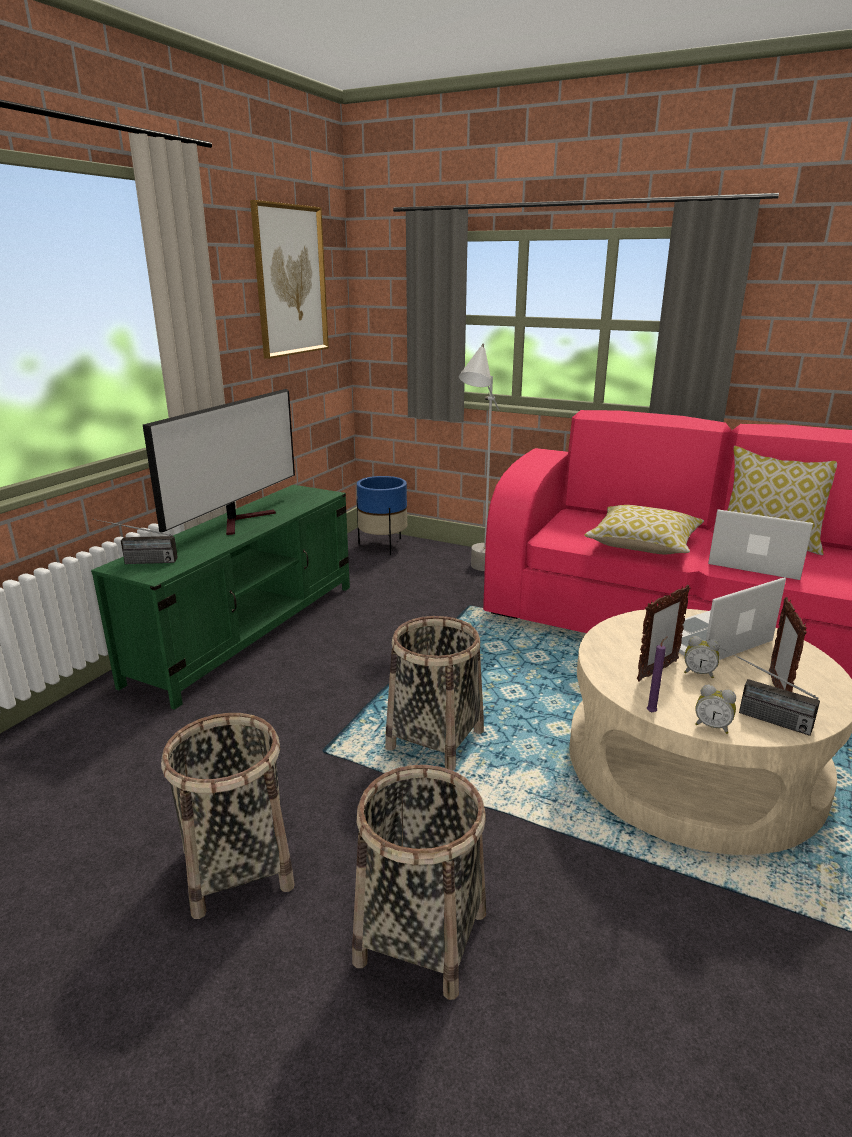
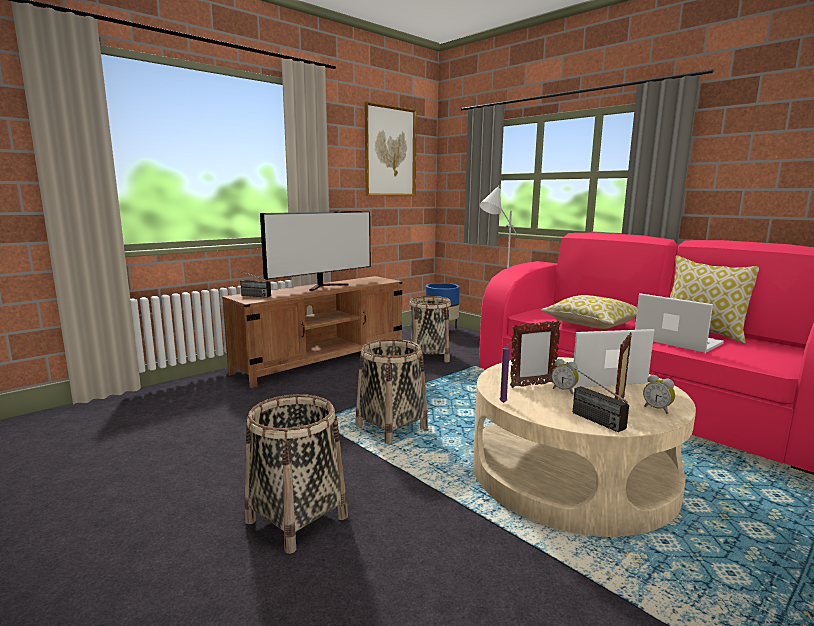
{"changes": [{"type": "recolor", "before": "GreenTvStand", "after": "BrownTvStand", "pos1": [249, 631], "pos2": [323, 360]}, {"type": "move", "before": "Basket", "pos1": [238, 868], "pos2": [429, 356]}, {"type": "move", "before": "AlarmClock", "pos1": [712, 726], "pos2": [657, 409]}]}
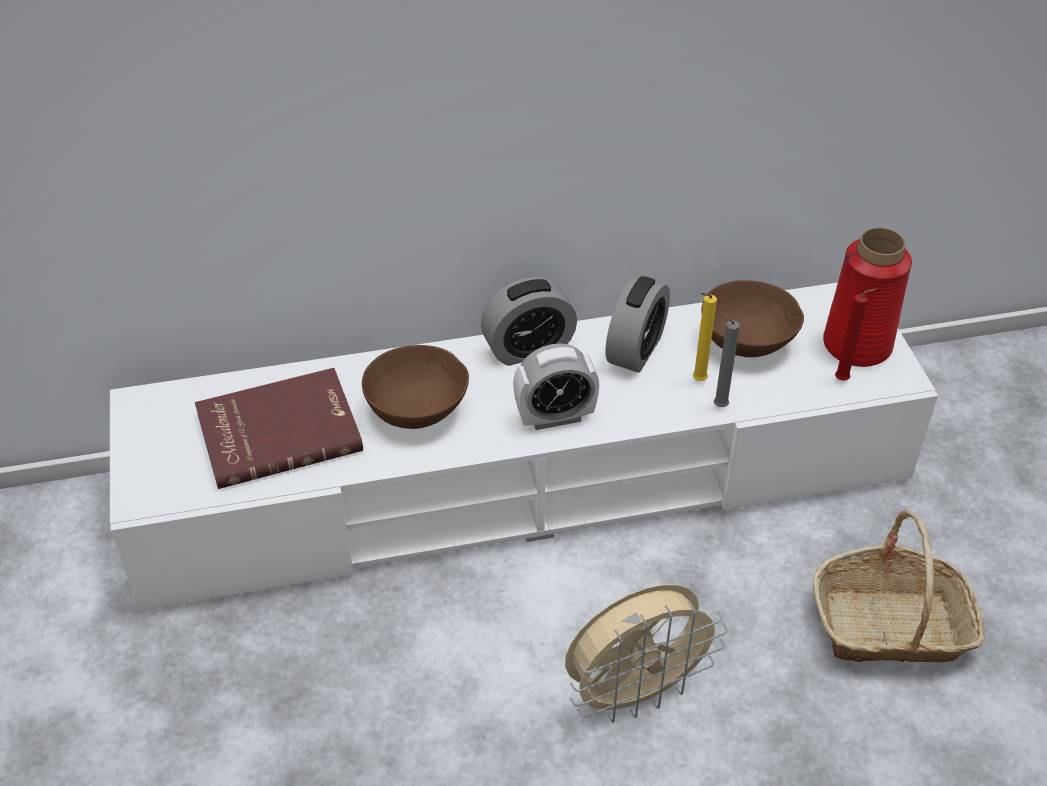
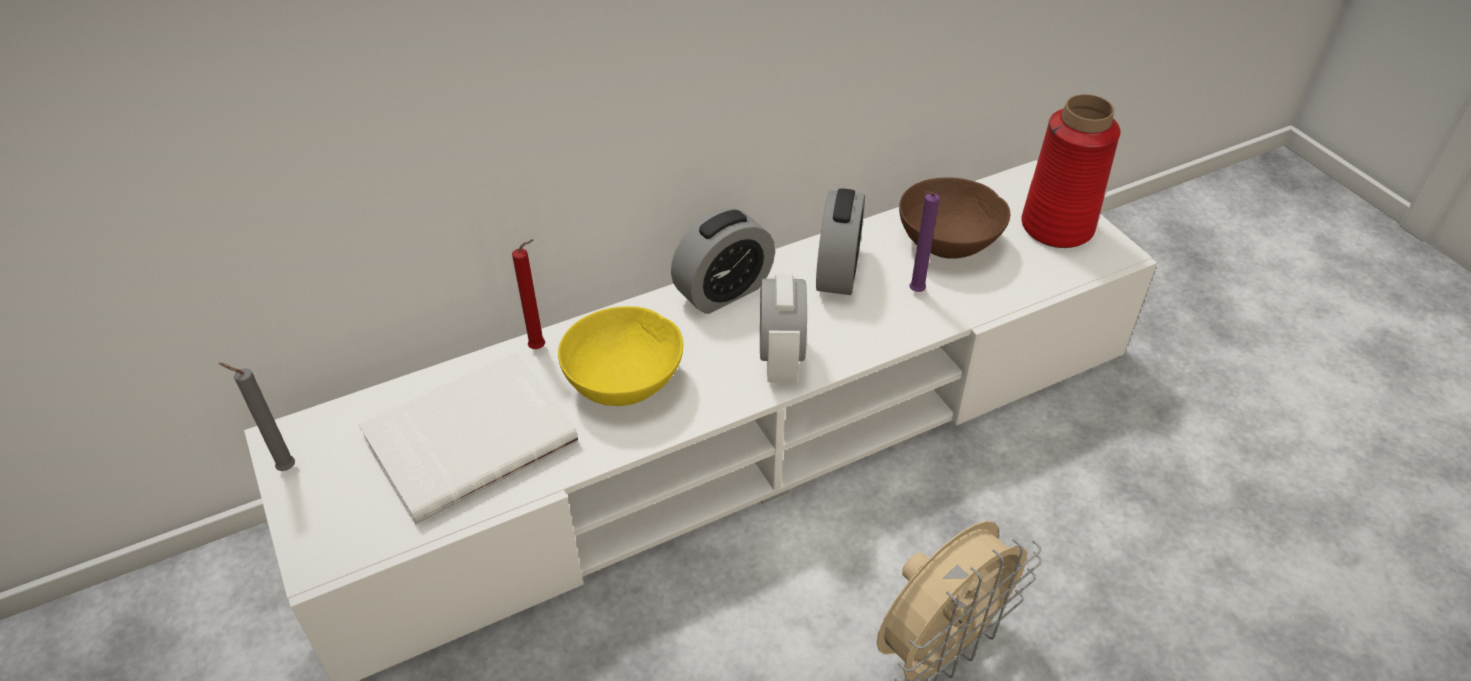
{"changes": [{"type": "recolor", "before": "RedBook", "after": "WhiteBook", "pos1": [278, 430], "pos2": [469, 438]}, {"type": "recolor", "before": "BrownBowl", "after": "YellowBowl", "pos1": [417, 410], "pos2": [624, 382]}, {"type": "rotate", "before": "AlarmClock", "pos1": [555, 417], "pos2": [780, 360], "turn": -60}, {"type": "recolor", "before": "YellowCandle", "after": "PurpleCandle", "pos1": [697, 381], "pos2": [914, 293]}, {"type": "move", "before": "GreyCandle", "pos1": [718, 405], "pos2": [284, 468]}, {"type": "delete", "before": "Basket", "pos1": [890, 625]}, {"type": "move", "before": "RedCandle", "pos1": [844, 380], "pos2": [540, 348]}]}
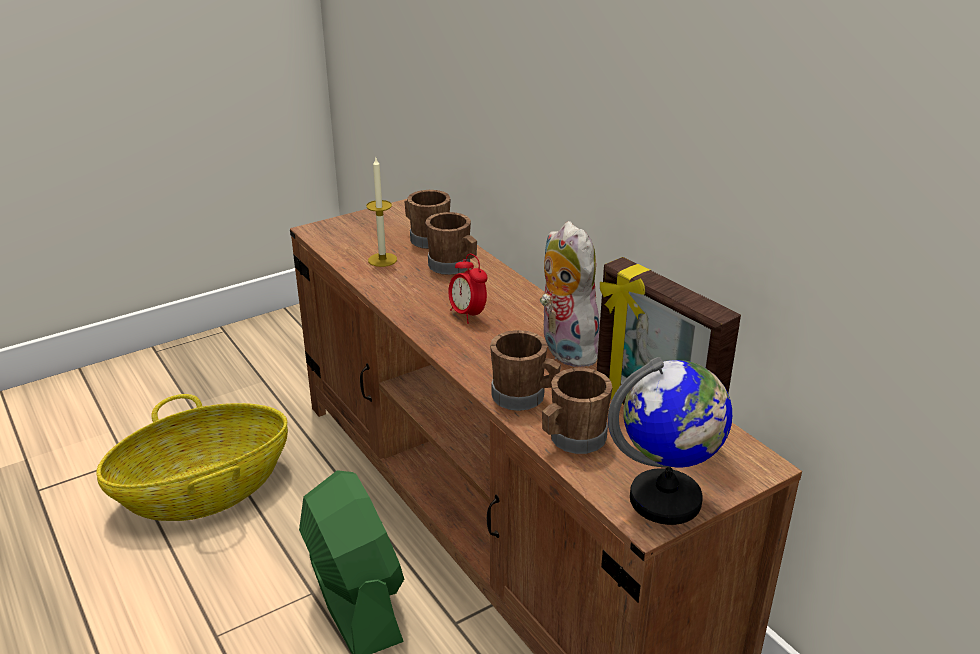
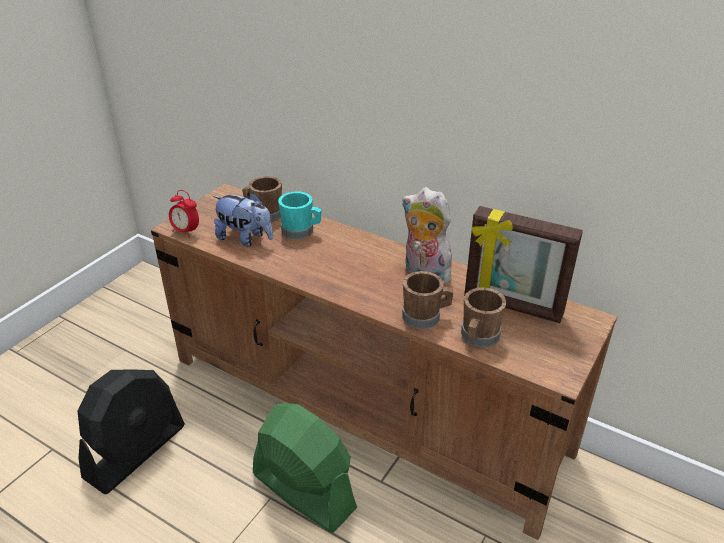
{"changes": [{"type": "replace", "before": "Basket", "after": "BlackFan", "pos1": [204, 490], "pos2": [136, 451]}, {"type": "replace", "before": "Candle", "after": "PlushToy", "pos1": [382, 260], "pos2": [245, 238]}, {"type": "recolor", "before": "BrownMug", "after": "TurquoiseMug", "pos1": [453, 267], "pos2": [301, 232]}, {"type": "move", "before": "AlarmClock", "pos1": [467, 315], "pos2": [186, 231]}, {"type": "delete", "before": "Globe", "pos1": [666, 500]}]}
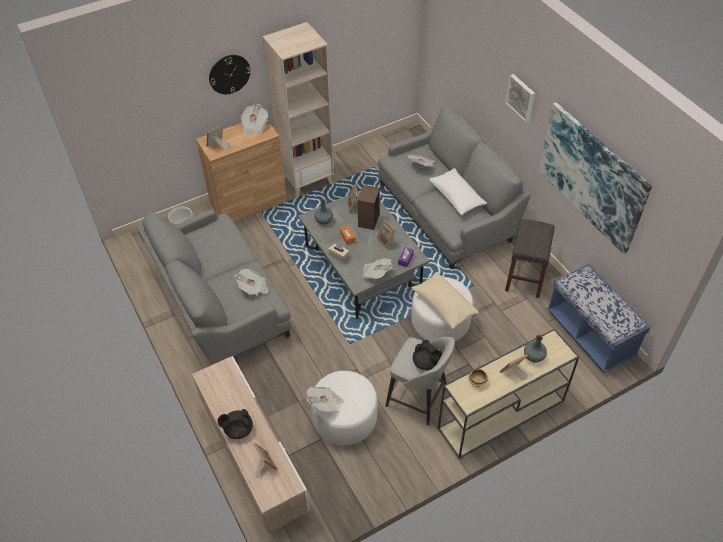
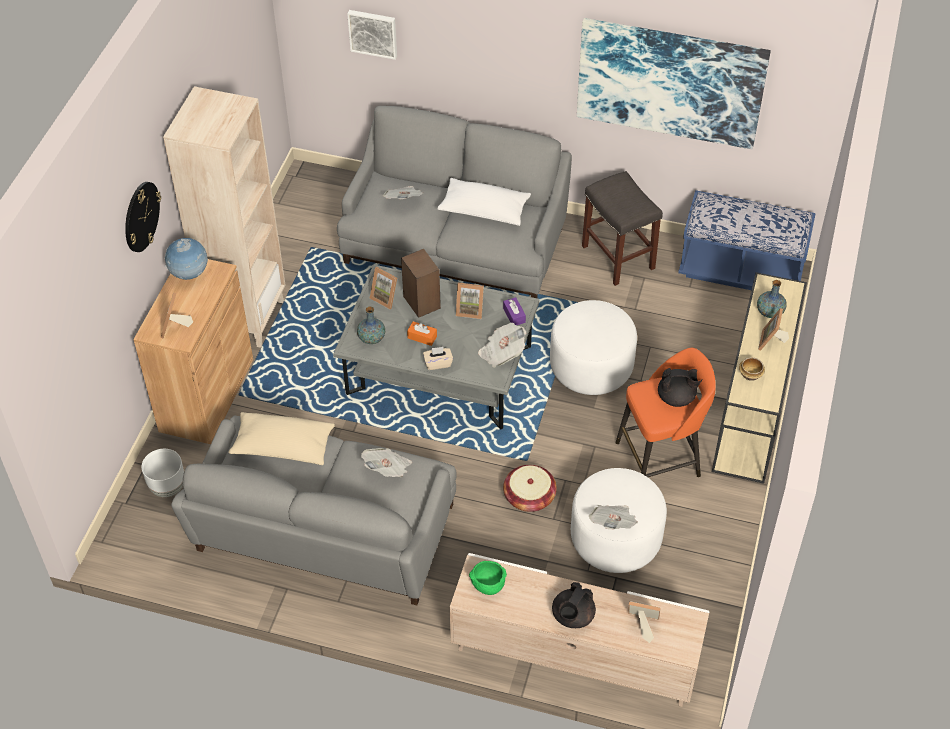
{"changes": [{"type": "replace", "before": "Newspaper", "after": "Globe", "pos1": [254, 126], "pos2": [189, 274]}, {"type": "recolor", "before": "GreyStool", "after": "OrangeStool", "pos1": [418, 398], "pos2": [660, 458]}, {"type": "move", "before": "BeigePillow", "pos1": [444, 305], "pos2": [283, 447]}, {"type": "move", "before": "Picture", "pos1": [521, 97], "pos2": [373, 33]}, {"type": "insert", "after": "GreenBowl", "pos2": [487, 586]}, {"type": "insert", "after": "Basket", "pos2": [529, 497]}]}
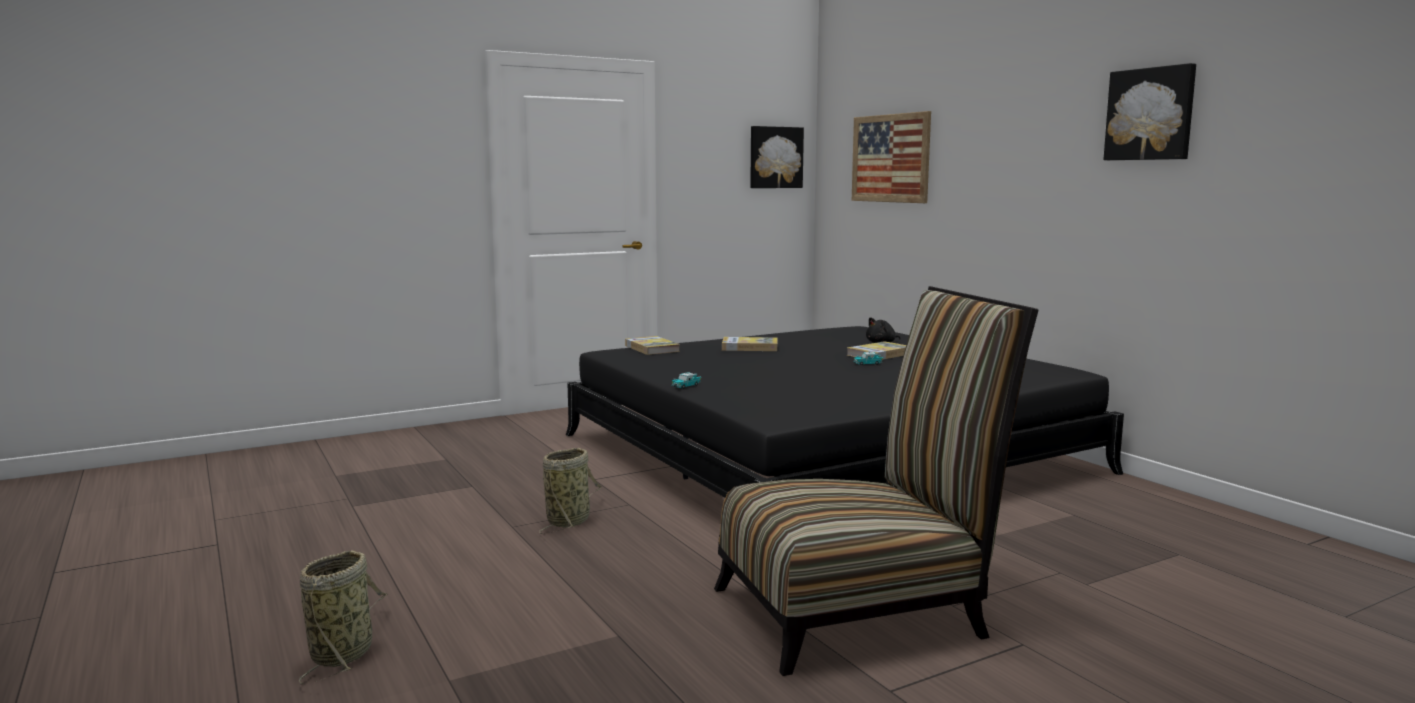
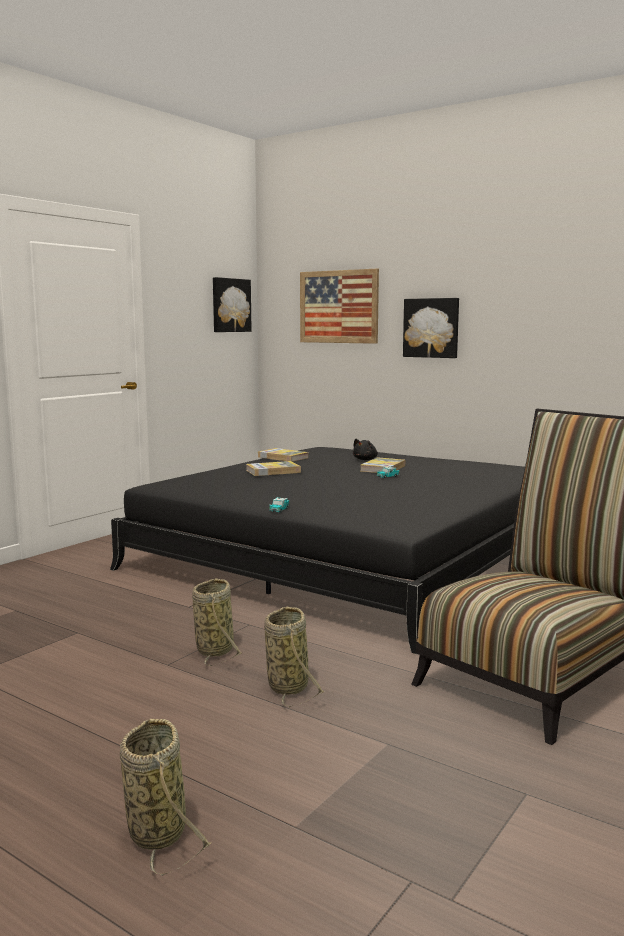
{"changes": [{"type": "move", "before": "Book", "pos1": [652, 348], "pos2": [283, 457]}, {"type": "move", "before": "Picture", "pos1": [1150, 114], "pos2": [431, 328]}, {"type": "insert", "after": "Basket", "pos2": [287, 685]}]}
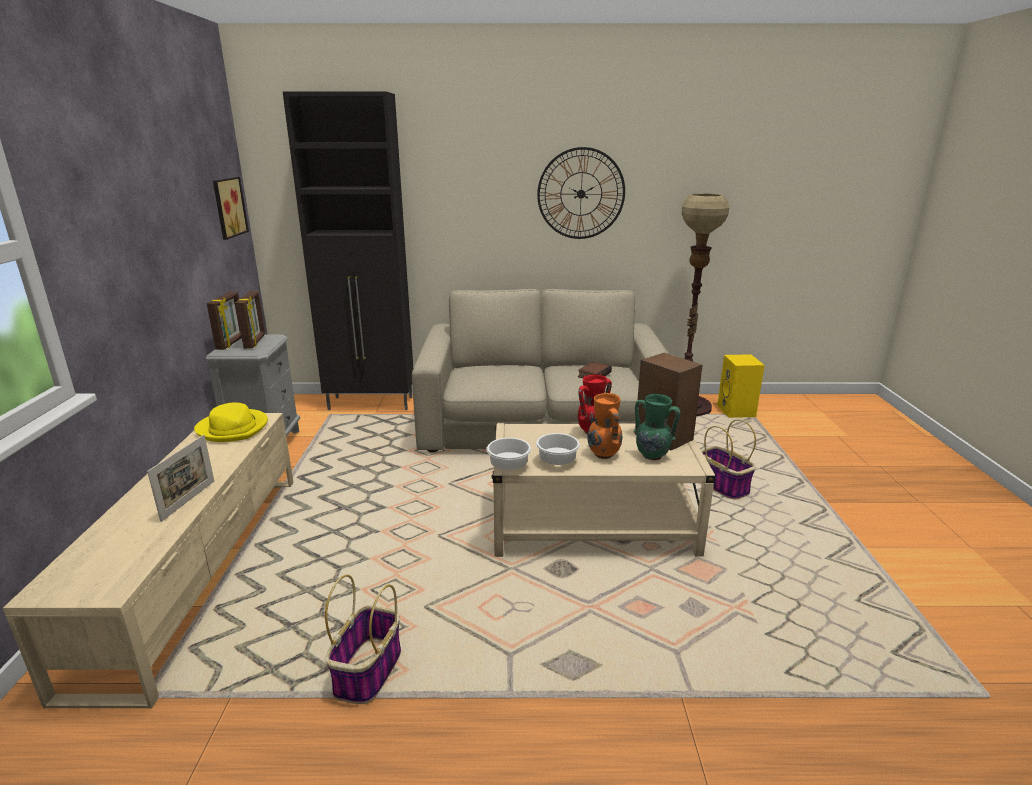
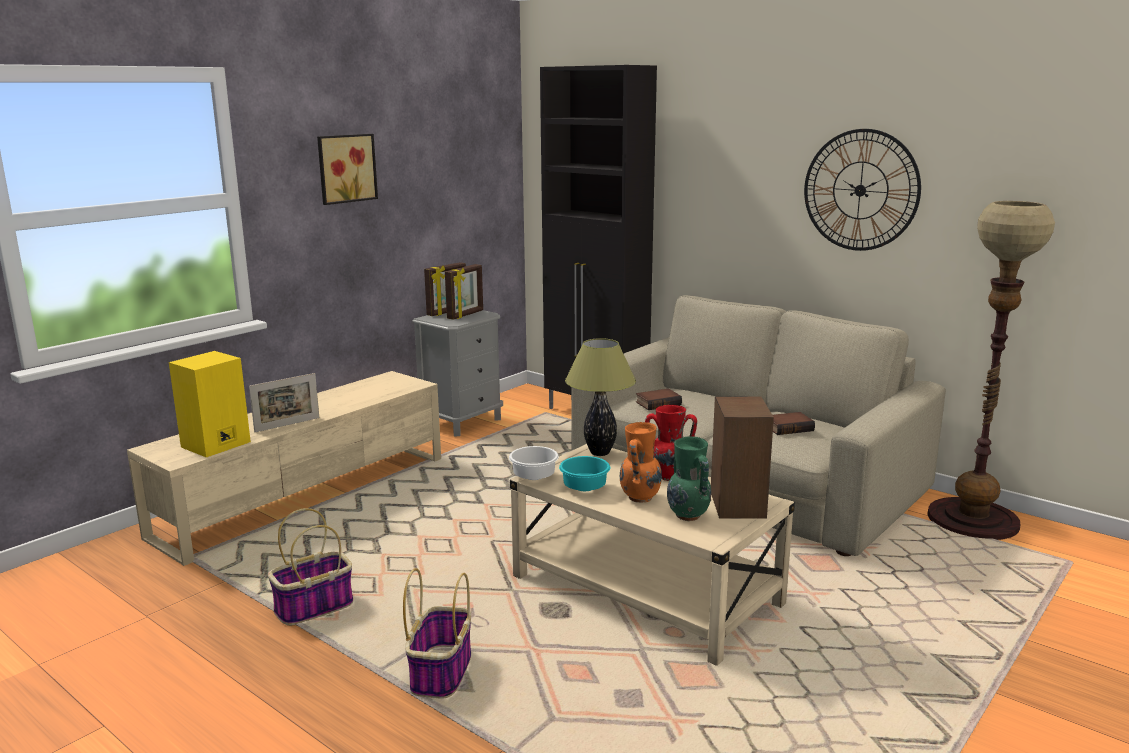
{"changes": [{"type": "delete", "before": "YellowHat", "pos1": [233, 428]}, {"type": "move", "before": "Picture", "pos1": [227, 207], "pos2": [345, 168]}, {"type": "recolor", "before": "WhiteBowl", "after": "TurquoiseBowl", "pos1": [556, 461], "pos2": [583, 487]}, {"type": "move", "before": "Basket", "pos1": [721, 486], "pos2": [441, 672]}, {"type": "move", "before": "YellowSpeaker", "pos1": [737, 412], "pos2": [215, 445]}, {"type": "insert", "after": "TableLamp", "pos2": [600, 453]}, {"type": "insert", "after": "Book", "pos2": [658, 403]}]}
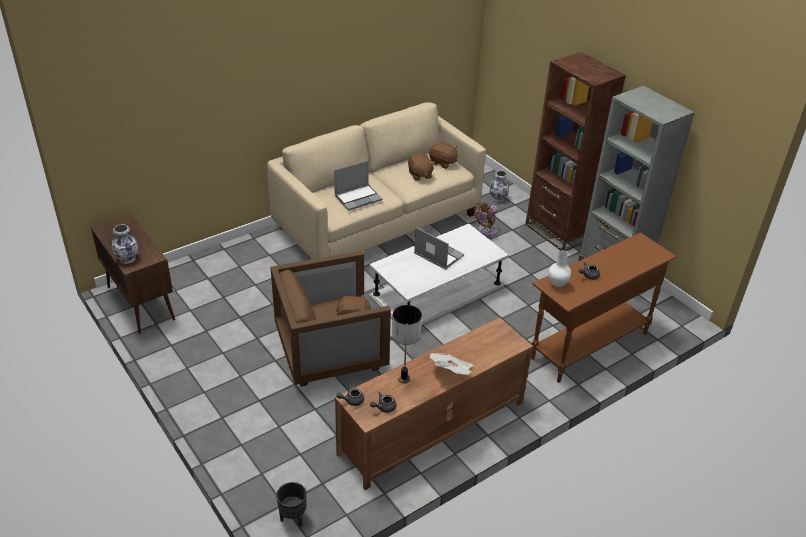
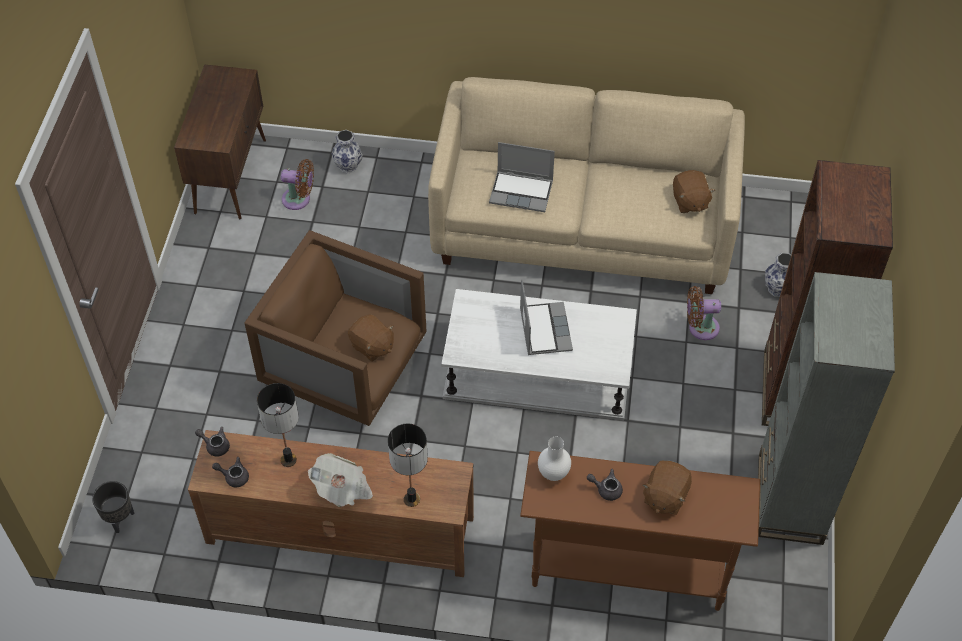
{"changes": [{"type": "move", "before": "Vase", "pos1": [127, 259], "pos2": [347, 166]}, {"type": "move", "before": "BrownPlushToy", "pos1": [420, 175], "pos2": [665, 496]}, {"type": "insert", "after": "BrownFan", "pos2": [299, 199]}, {"type": "insert", "after": "TableLamp", "pos2": [411, 500]}]}
